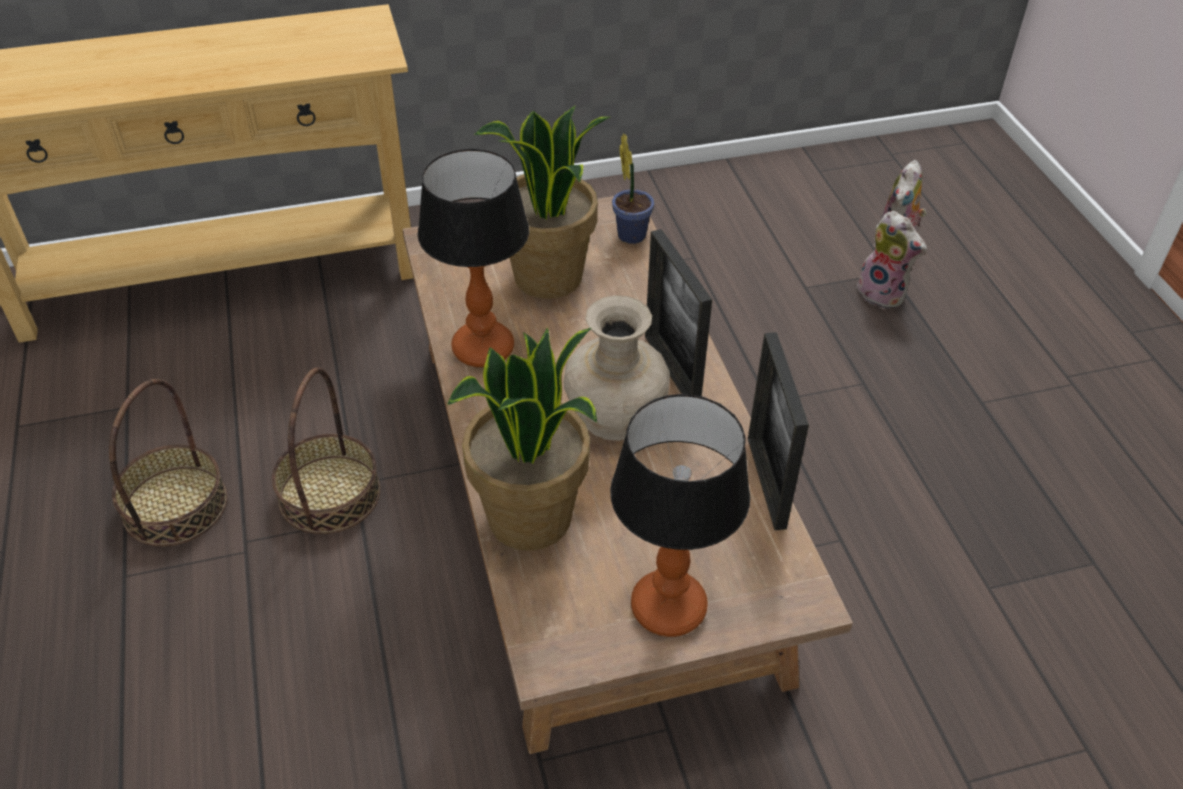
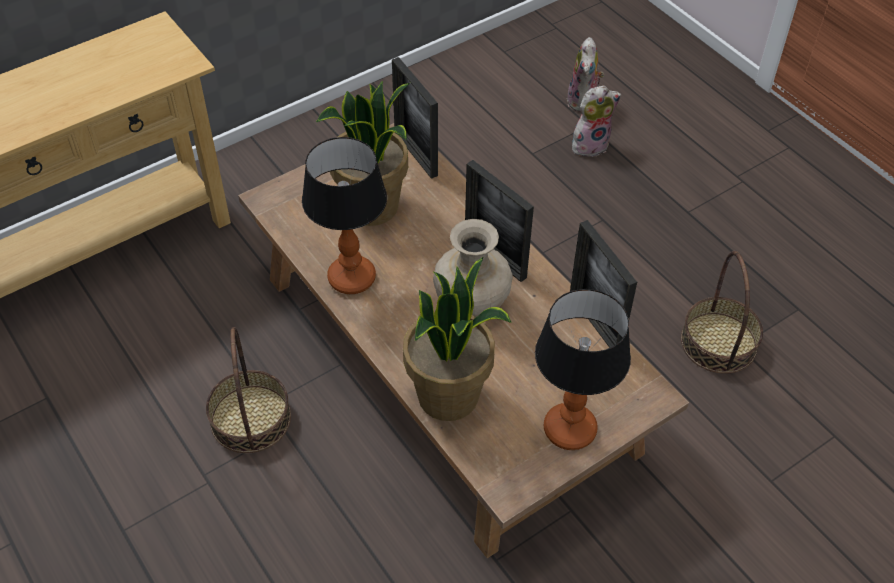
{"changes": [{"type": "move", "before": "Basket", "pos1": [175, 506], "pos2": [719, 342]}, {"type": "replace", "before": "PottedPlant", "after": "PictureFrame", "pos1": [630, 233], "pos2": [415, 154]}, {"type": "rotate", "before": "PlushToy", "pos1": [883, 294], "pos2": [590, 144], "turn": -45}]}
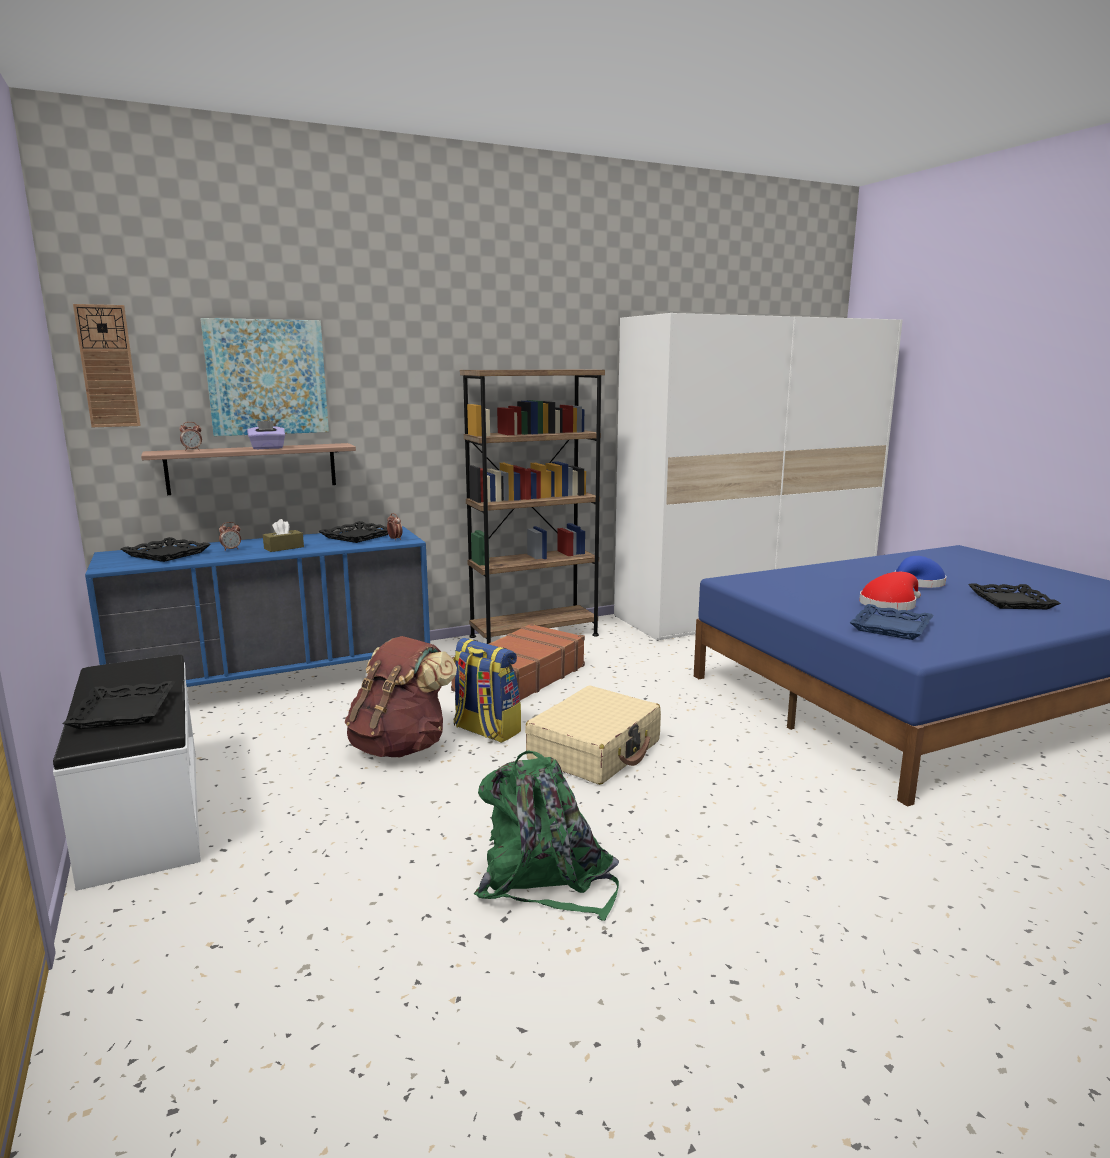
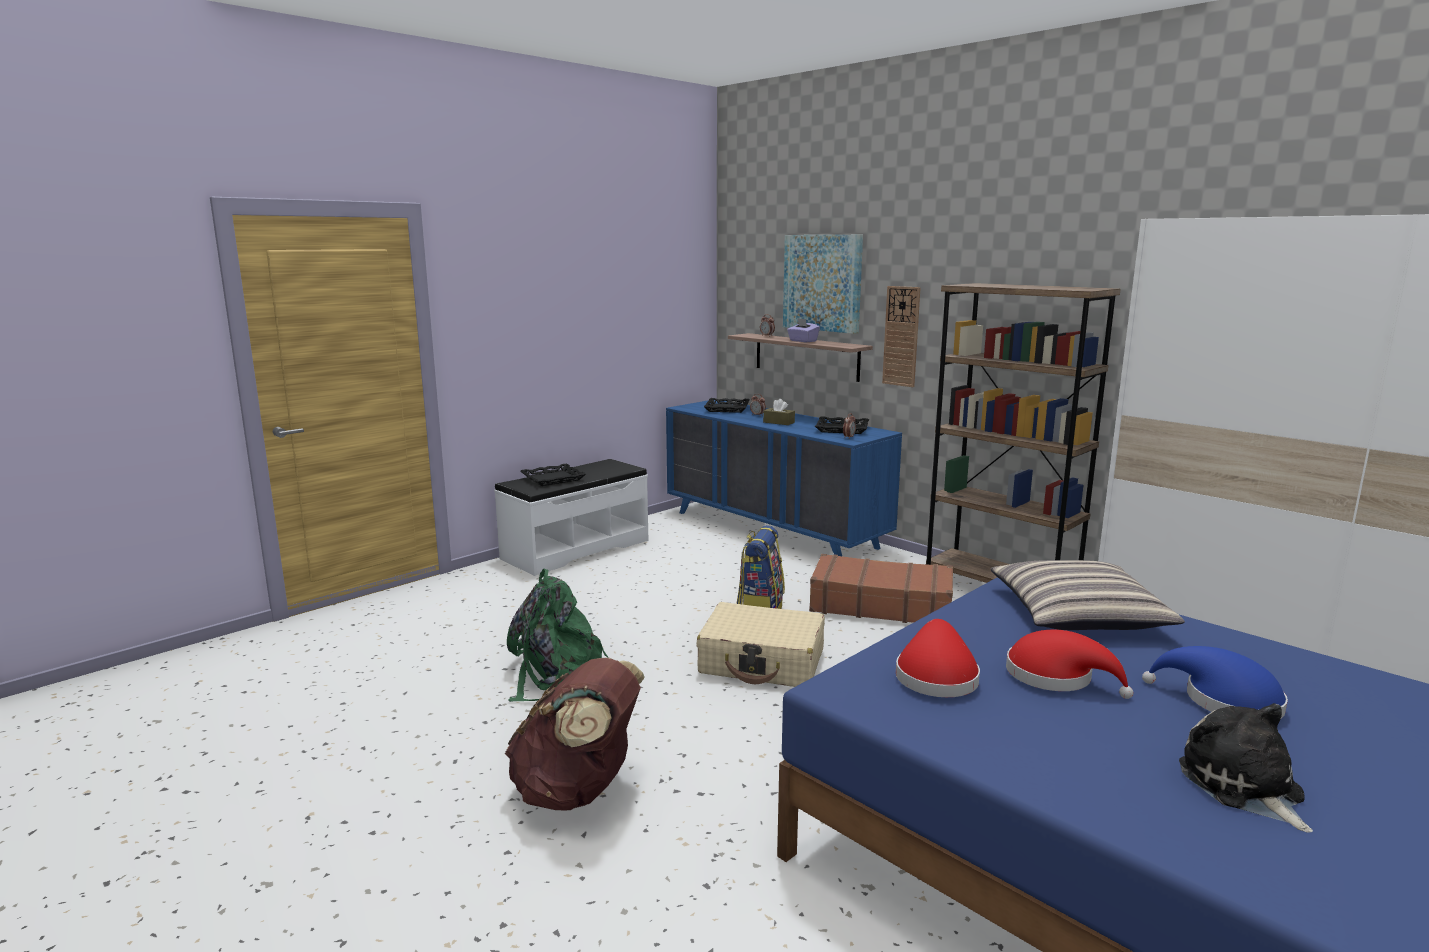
{"changes": [{"type": "move", "before": "WallClock", "pos1": [107, 366], "pos2": [901, 336]}, {"type": "move", "before": "BrownBackpack", "pos1": [400, 746], "pos2": [578, 791]}, {"type": "replace", "before": "BlueTray", "after": "RedHat", "pos1": [891, 627], "pos2": [935, 676]}, {"type": "replace", "before": "BlackTray", "after": "PlushToy", "pos1": [1012, 601], "pos2": [1243, 787]}, {"type": "insert", "after": "Pillow", "pos2": [1077, 614]}]}
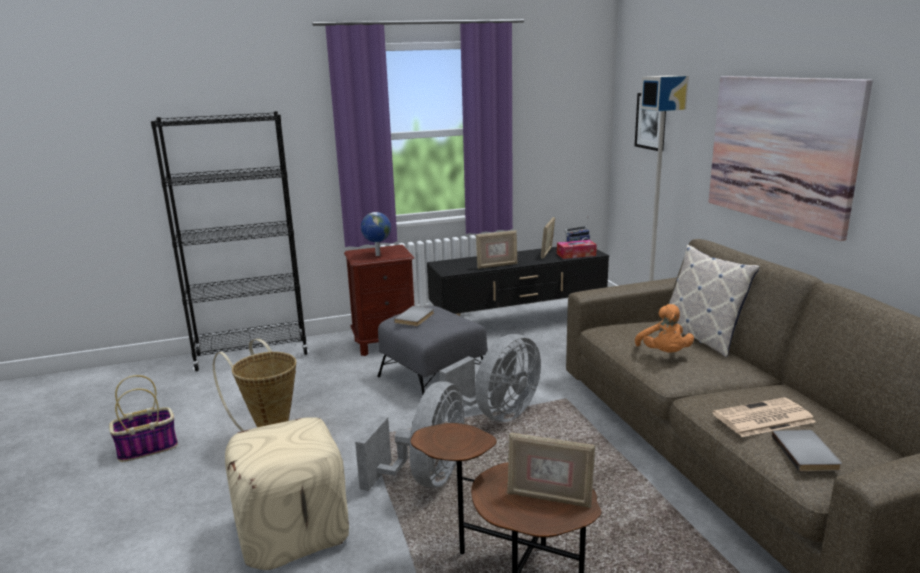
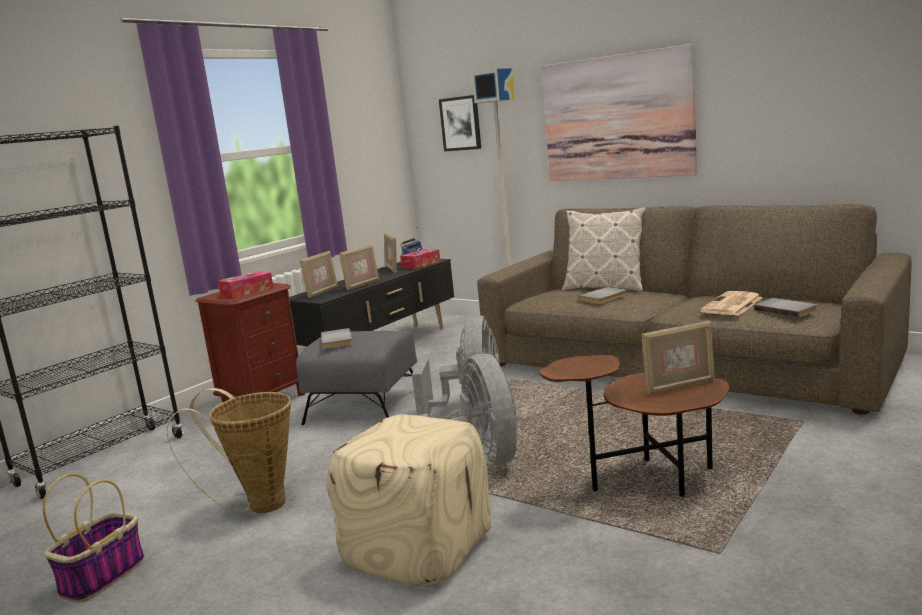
{"changes": [{"type": "replace", "before": "Globe", "after": "TissueBox", "pos1": [377, 255], "pos2": [247, 291]}, {"type": "replace", "before": "OrangePlushToy", "after": "GreyBook", "pos1": [664, 354], "pos2": [605, 297]}, {"type": "insert", "after": "PictureFrame", "pos2": [322, 292]}]}
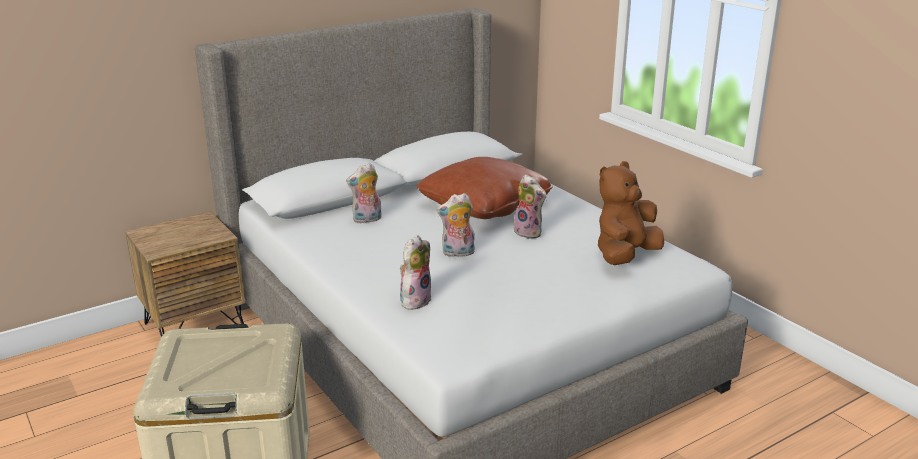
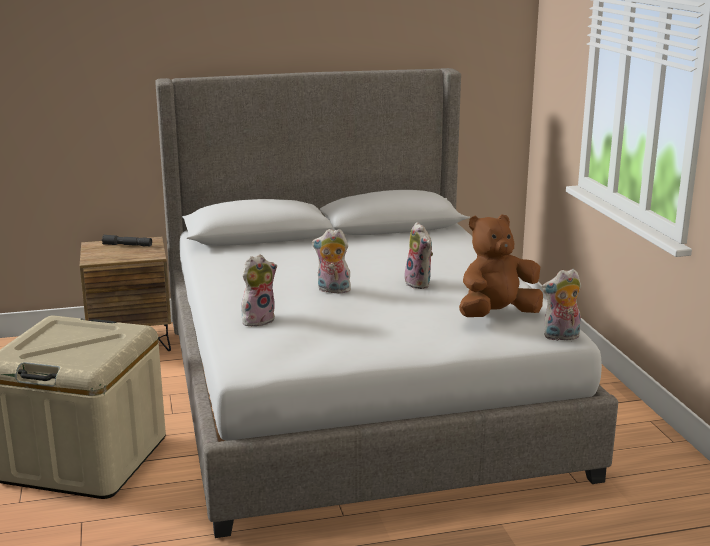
{"changes": [{"type": "move", "before": "PlushToy", "pos1": [367, 220], "pos2": [561, 337]}, {"type": "delete", "before": "BrownPillow", "pos1": [484, 206]}, {"type": "insert", "after": "GreyFlashlight", "pos2": [127, 245]}]}
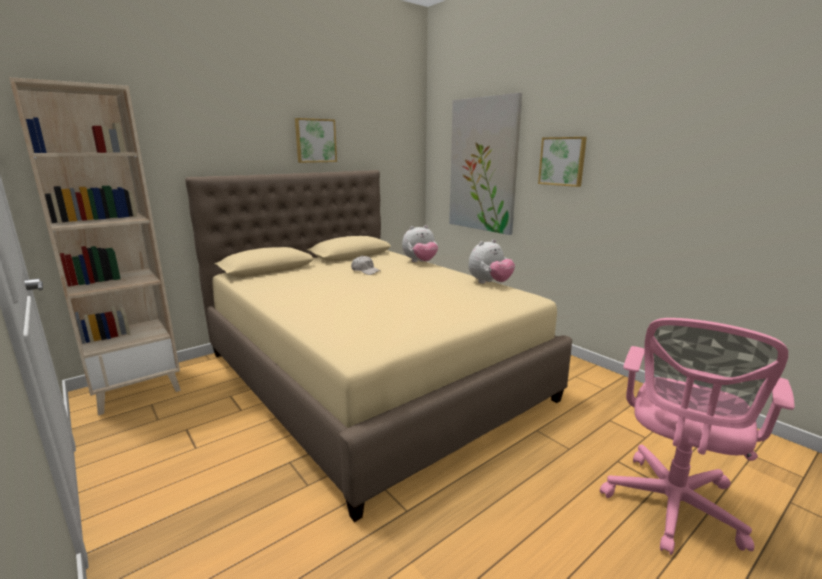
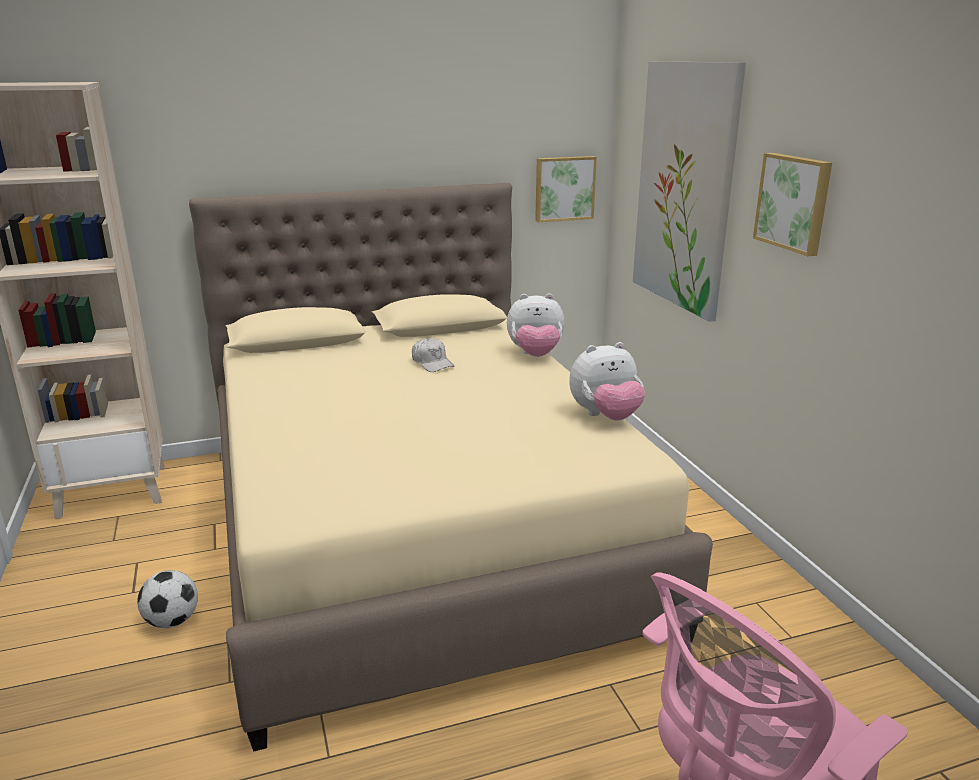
{"changes": [{"type": "move", "before": "Picture", "pos1": [315, 140], "pos2": [564, 188]}, {"type": "insert", "after": "Football", "pos2": [172, 621]}]}
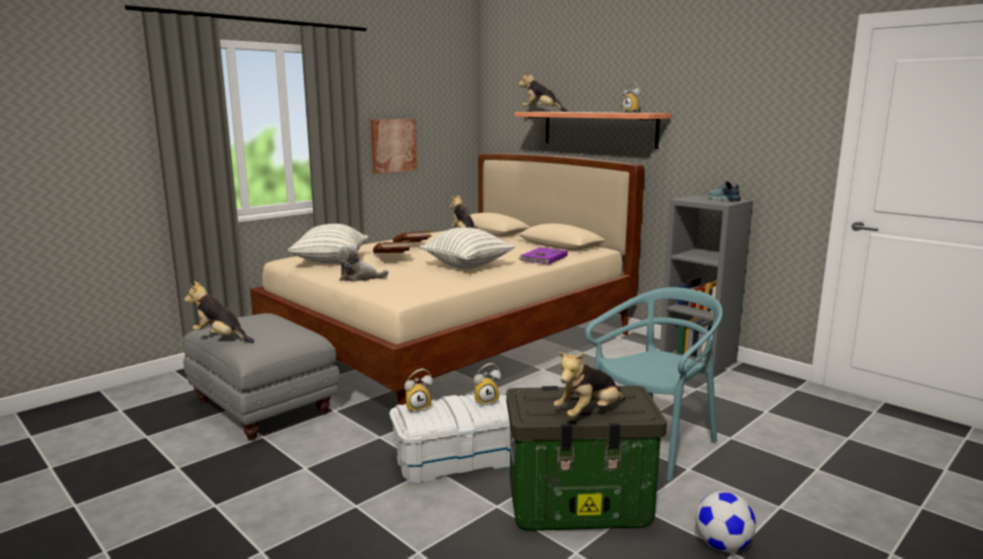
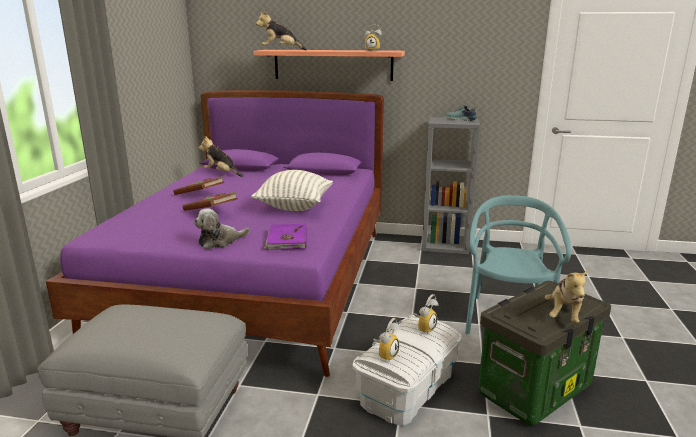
{"changes": [{"type": "delete", "before": "PlushToy", "pos1": [221, 338]}, {"type": "recolor", "before": "BeigeBed", "after": "PurpleBed", "pos1": [454, 345], "pos2": [258, 281]}, {"type": "delete", "before": "Pillow", "pos1": [331, 262]}, {"type": "delete", "before": "Picture", "pos1": [393, 145]}, {"type": "move", "before": "PurpleBook", "pos1": [543, 258], "pos2": [286, 239]}, {"type": "delete", "before": "Football", "pos1": [722, 545]}]}
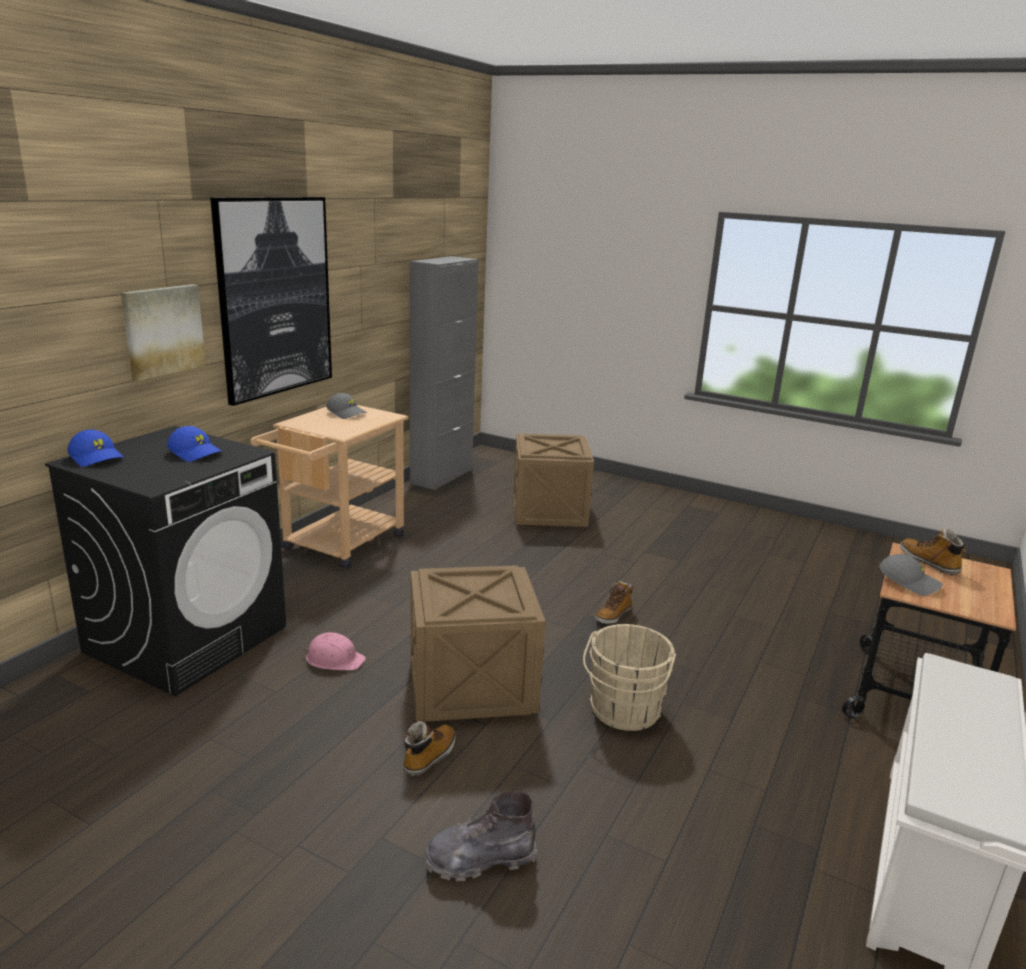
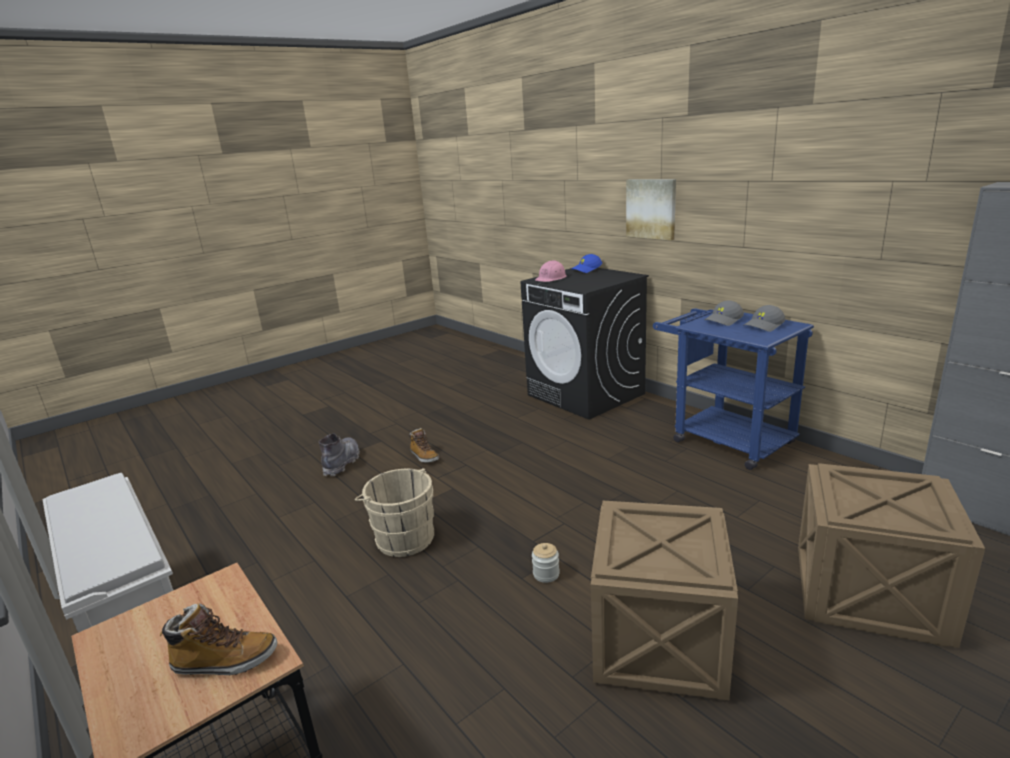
{"changes": [{"type": "delete", "before": "BlueCap", "pos1": [196, 453]}, {"type": "delete", "before": "Picture", "pos1": [275, 297]}, {"type": "recolor", "before": "BeigeCart", "after": "BlueCart", "pos1": [337, 547], "pos2": [723, 439]}, {"type": "move", "before": "PinkHardHat", "pos1": [334, 659], "pos2": [551, 278]}, {"type": "move", "before": "Crate", "pos1": [473, 686], "pos2": [659, 641]}, {"type": "replace", "before": "Boot", "after": "Jar", "pos1": [613, 615], "pos2": [546, 574]}, {"type": "move", "before": "GreyCap", "pos1": [909, 582], "pos2": [724, 320]}]}
